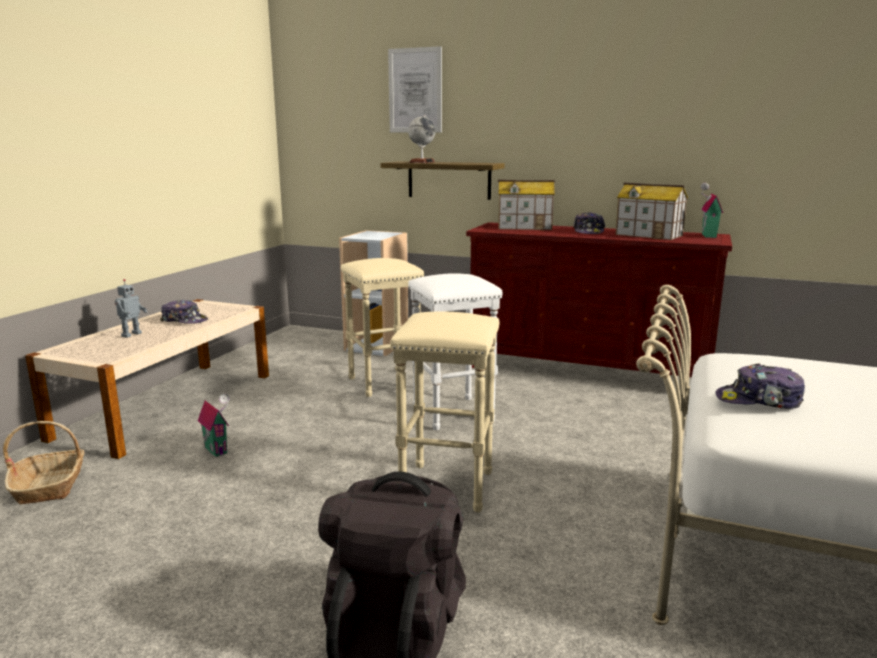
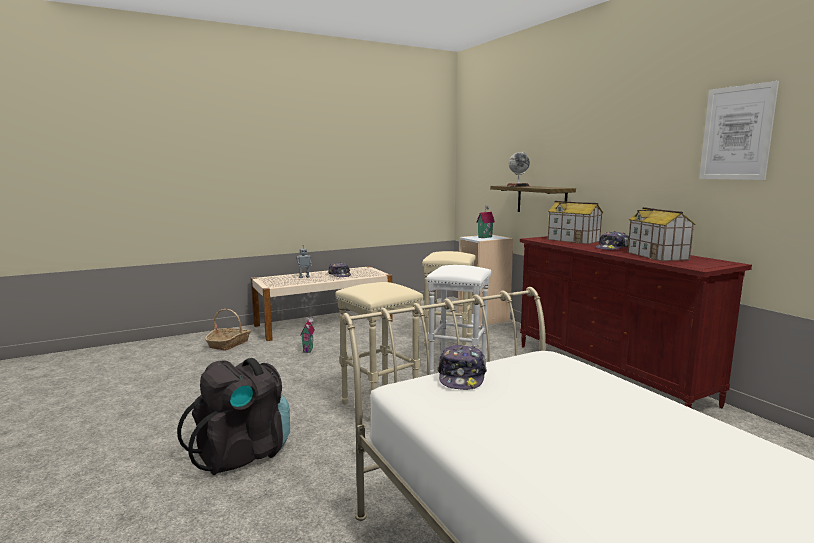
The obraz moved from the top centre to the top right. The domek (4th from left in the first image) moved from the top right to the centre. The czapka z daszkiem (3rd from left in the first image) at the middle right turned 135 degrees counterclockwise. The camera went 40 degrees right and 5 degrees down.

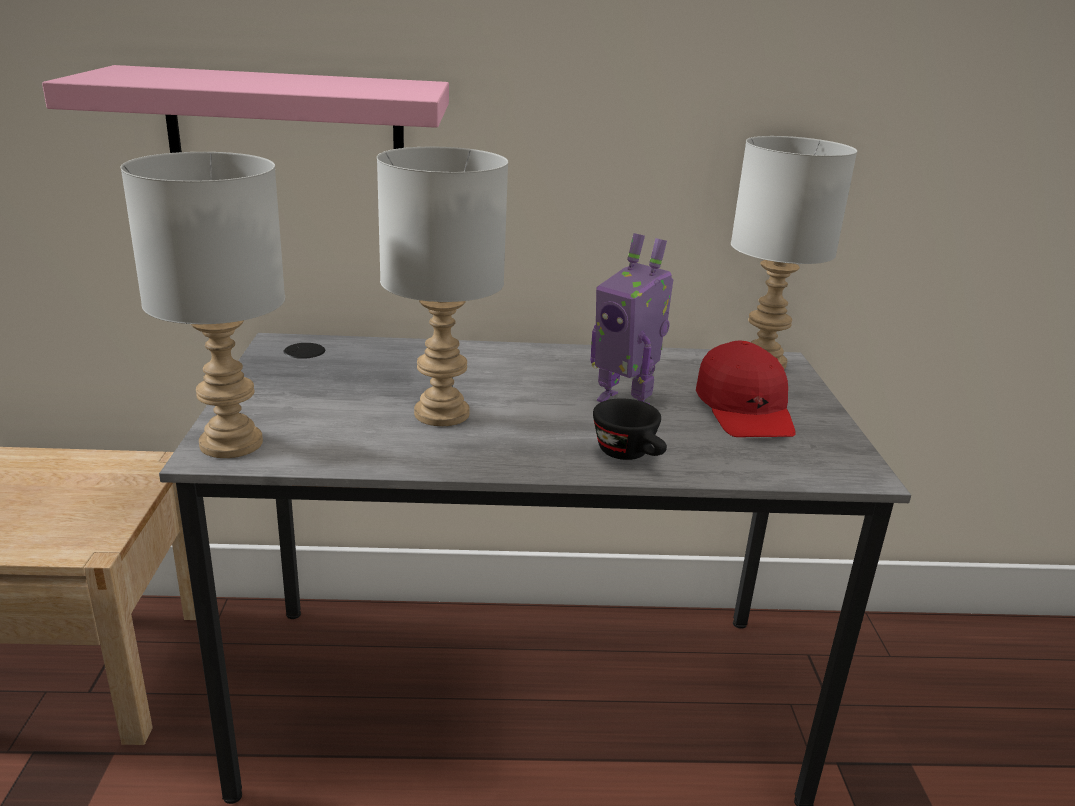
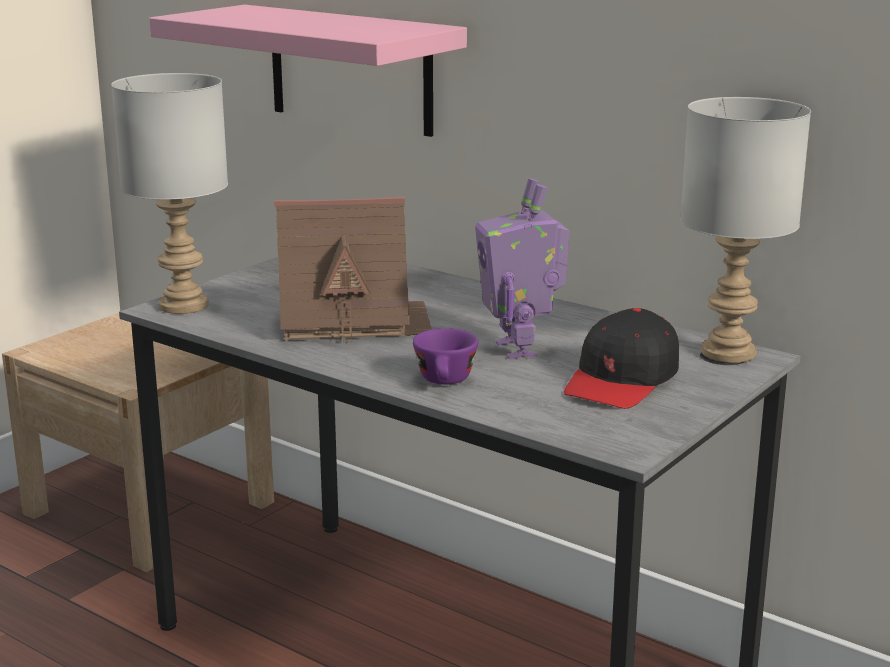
The lampa stołowa [szary] (2nd from left) at the centre was replaced by the domek at the centre. The filiżanka [czarny] at the centre became the filiżanka [fioletowy] at the centre. The czapka z daszkiem [czerwony] at the middle right became the czapka z daszkiem [czarny] at the middle right. The camera went 40 degrees right and 5 degrees down.

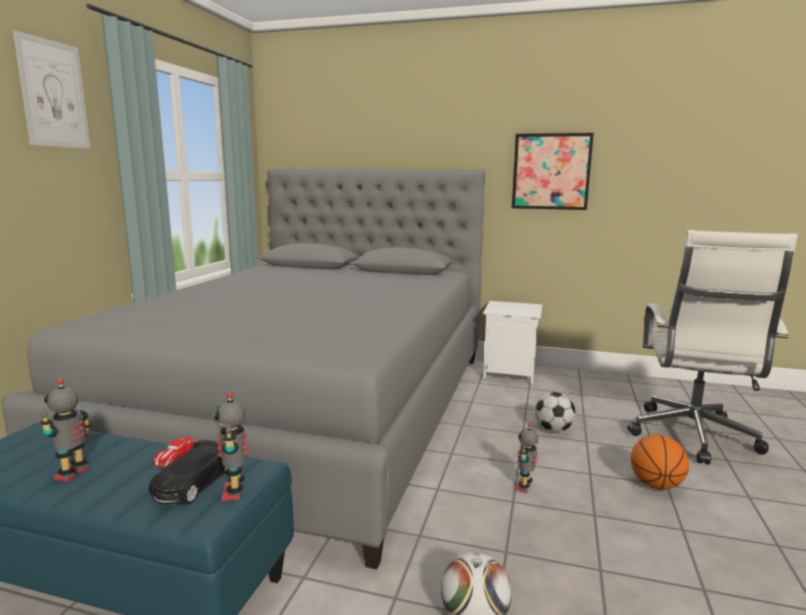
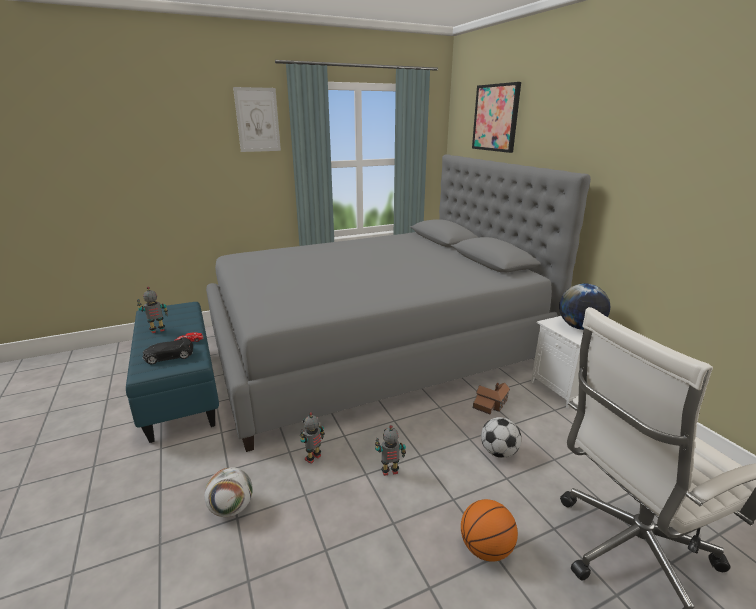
The domek at the centre appeared. The globus at the middle right appeared. The robot zabawkowy (2nd from left) moved from the bottom left to the bottom centre. The obraz (2nd from left) moved from the top right to the top centre. The camera went 50 degrees right and 10 degrees up.

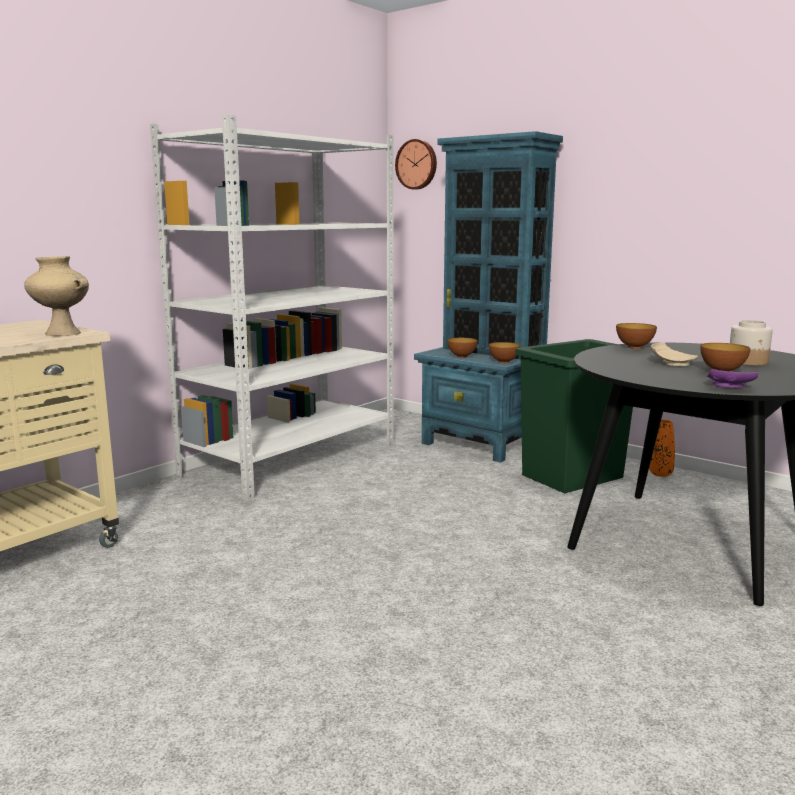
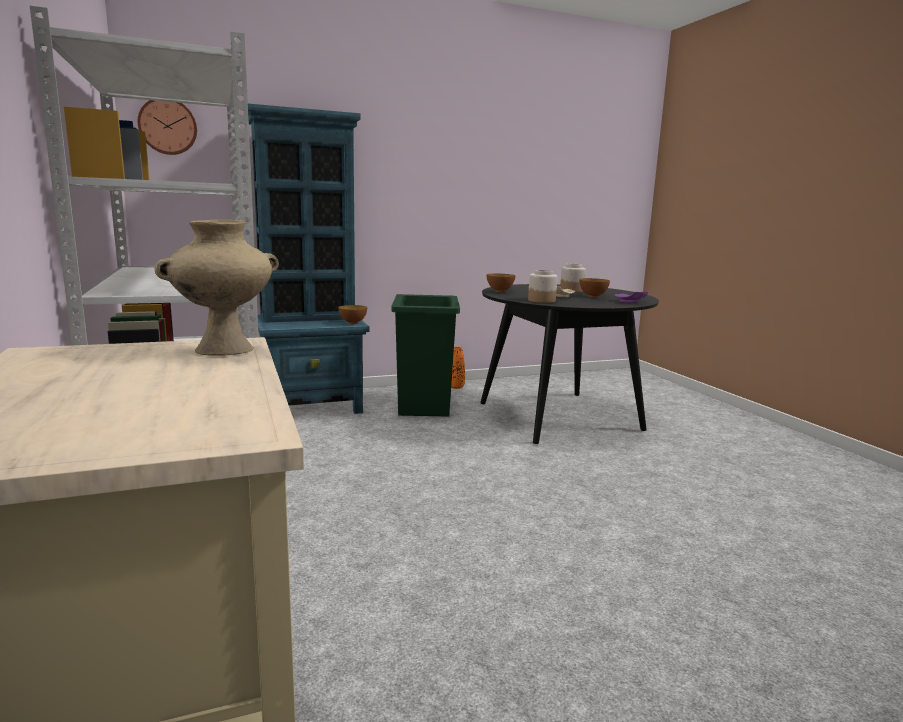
The miska (1st from left) at the centre disappeared. The słoik (1st from left) at the centre appeared. The camera went 60 degrees left and 0 degrees up.

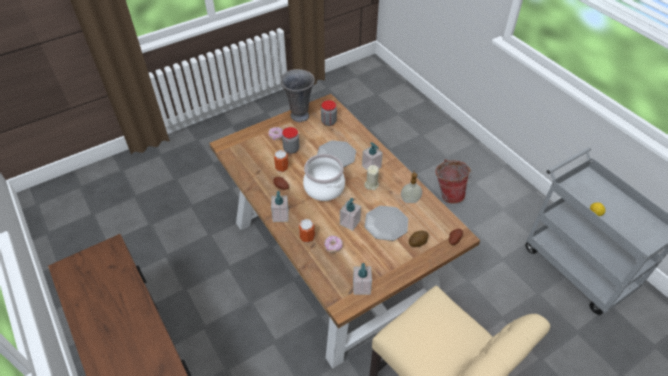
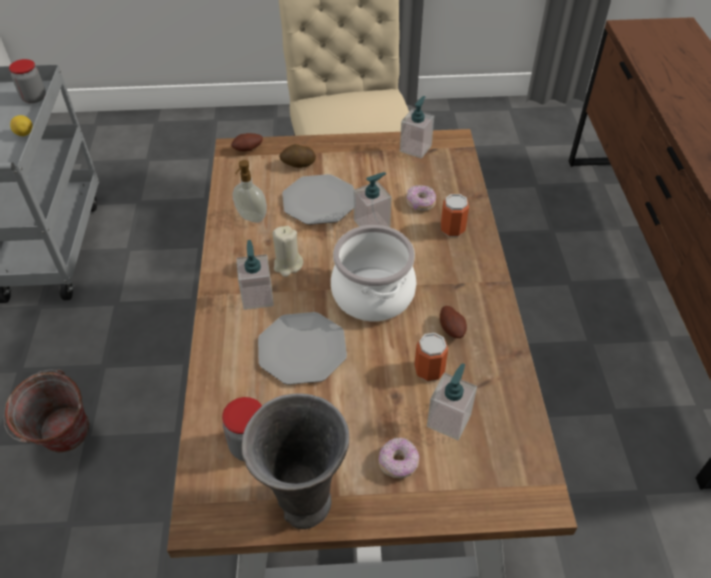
The dozownik mydła (1st from left in the first image) moved from the centre to the bottom centre. The słoik (1st from left) moved from the centre to the top left. The camera went 150 degrees left and 0 degrees up.

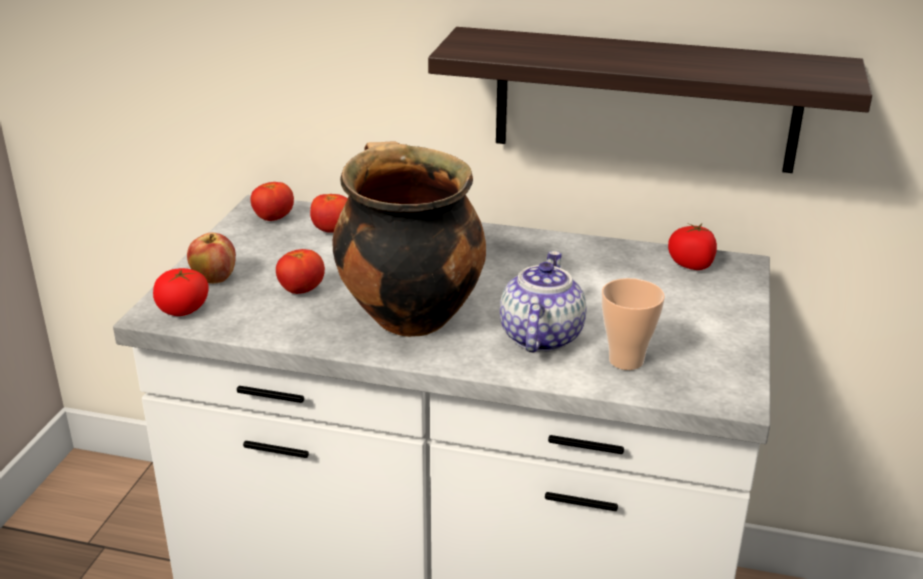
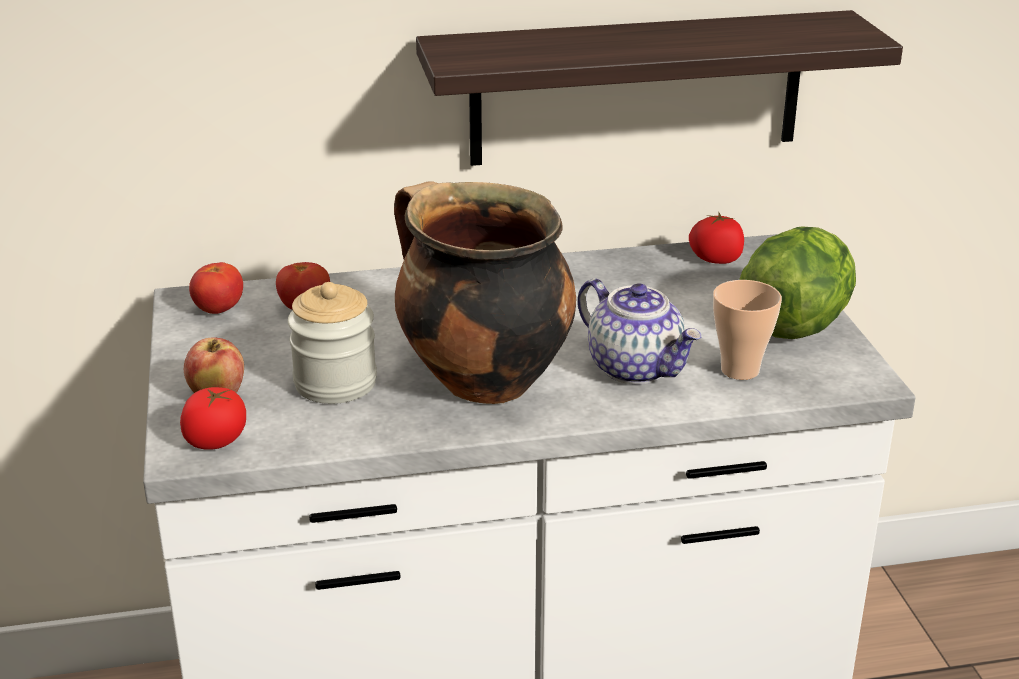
The sałata at the middle right appeared. The pomidor (3rd from left) at the middle left was replaced by the słoik at the middle left. The imbryk at the centre turned 150 degrees clockwise. The camera went 25 degrees left and 0 degrees up.

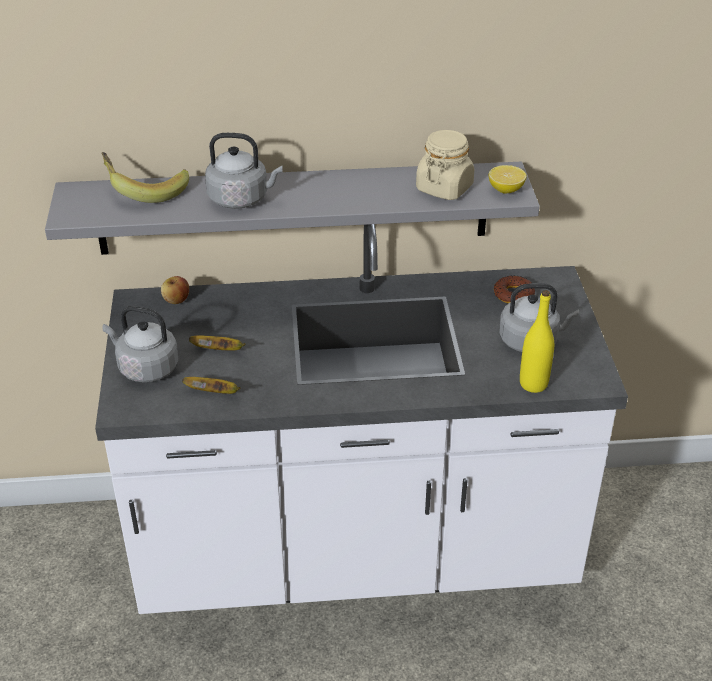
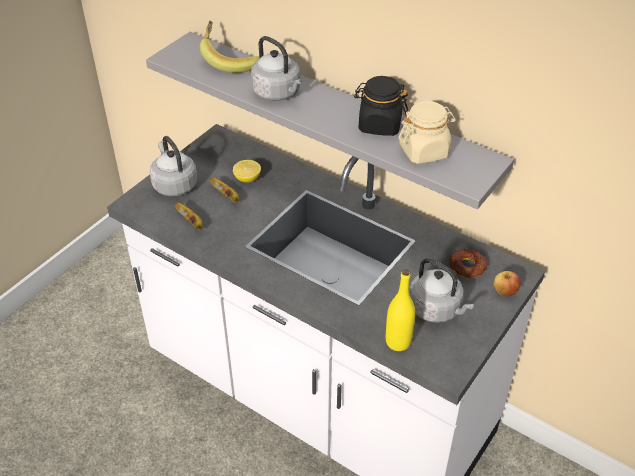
The słoik [czarny] at the top centre appeared. The jabłko moved from the middle left to the middle right. The cytryna moved from the top right to the centre. The camera went 40 degrees right and 5 degrees up.

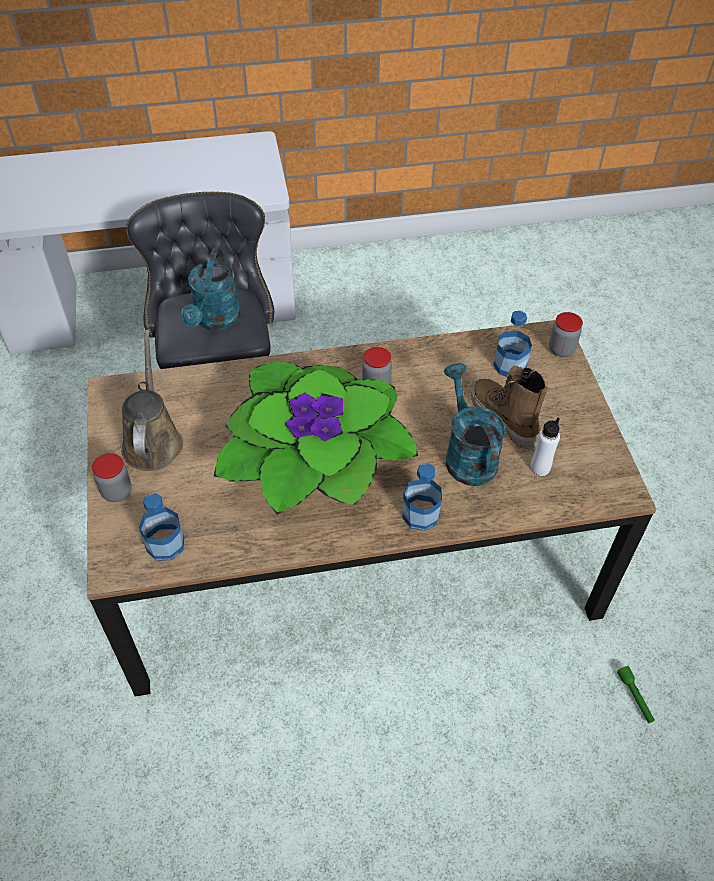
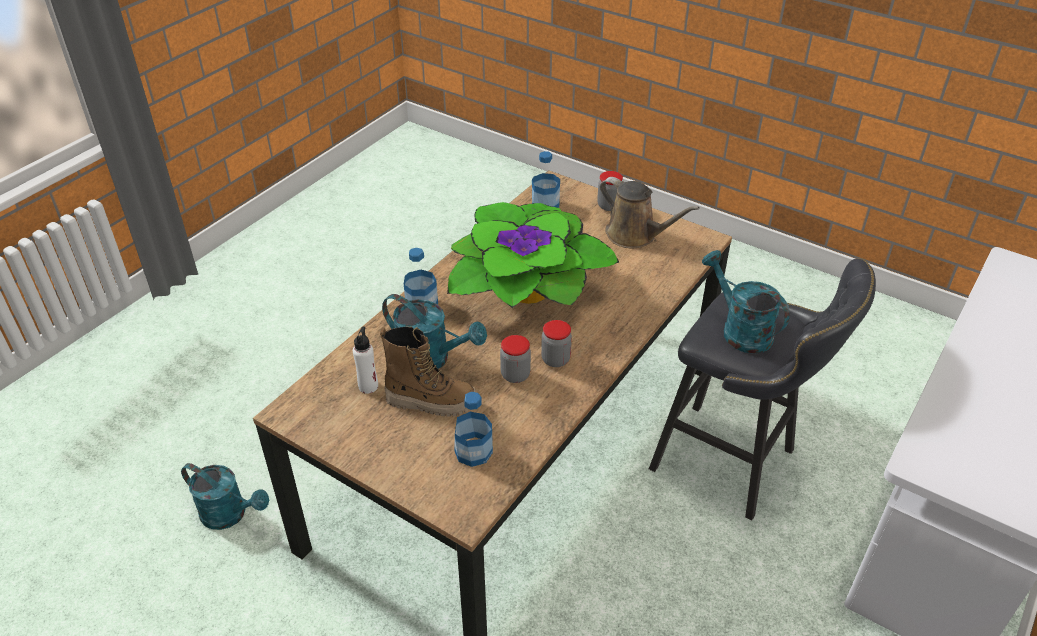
The słoik (3rd from left in the first image) moved from the middle right to the centre. The latarka [zielony] at the bottom right was replaced by the konewka [turkusowy] (1st from left) at the bottom left. The camera went 135 degrees right and 10 degrees down.

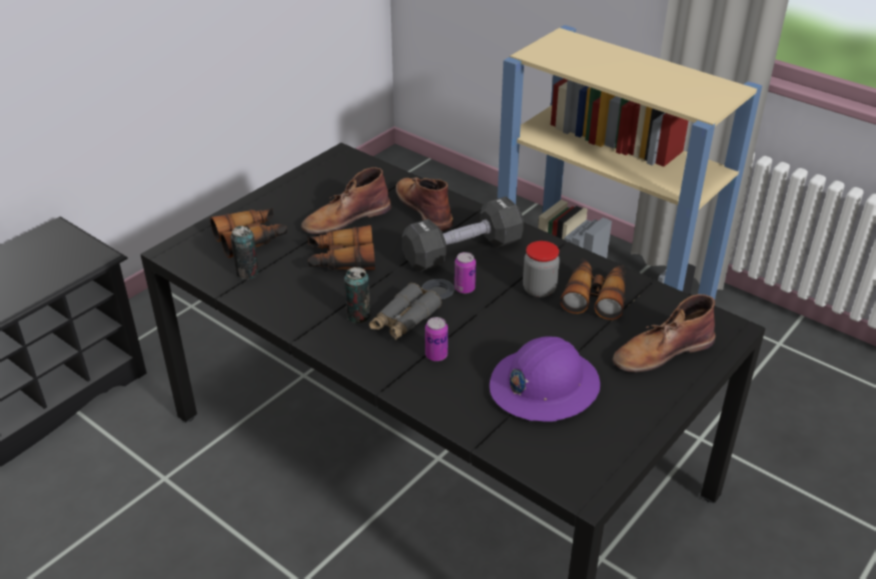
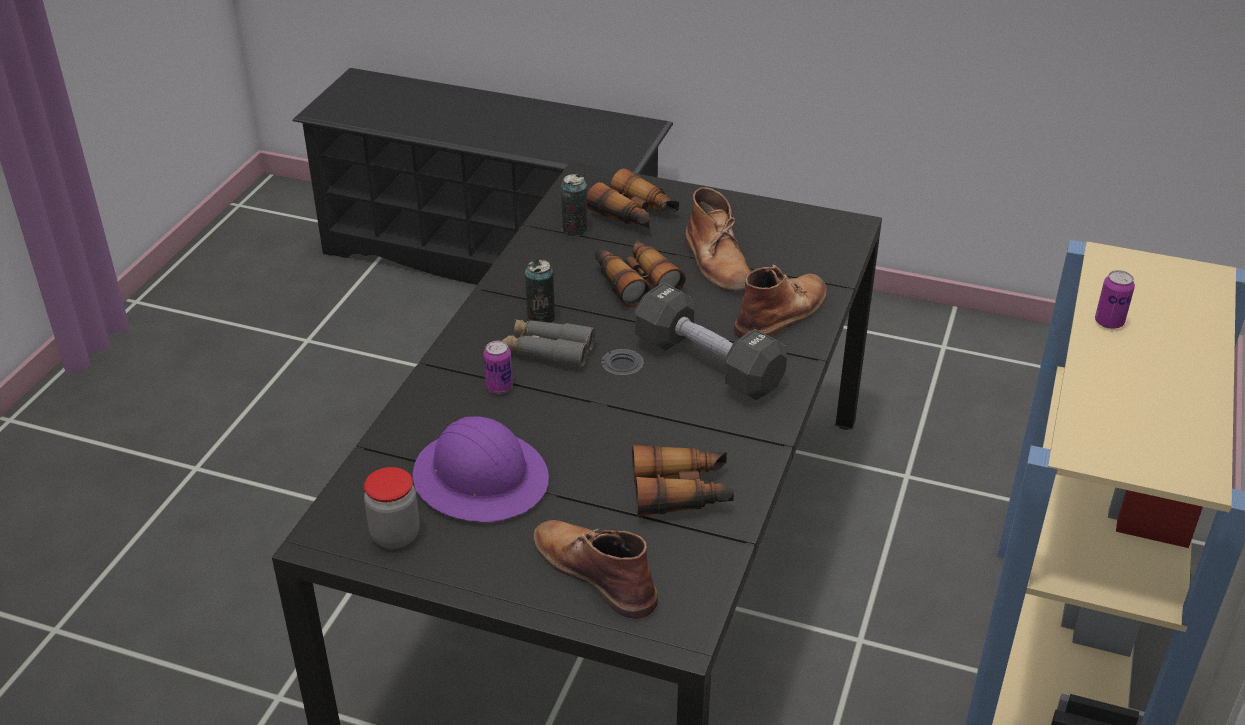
The puszka (4th from left) moved from the centre to the middle right. The słoik moved from the centre to the bottom left. The but z cholewką [brązowy] (1st from left in the first image) at the centre turned 150 degrees counterclockwise. The camera went 70 degrees right and 0 degrees up.

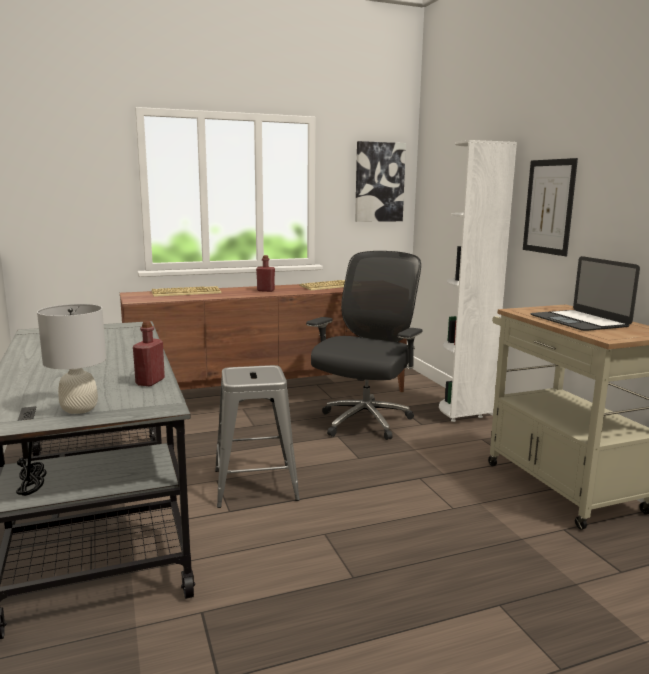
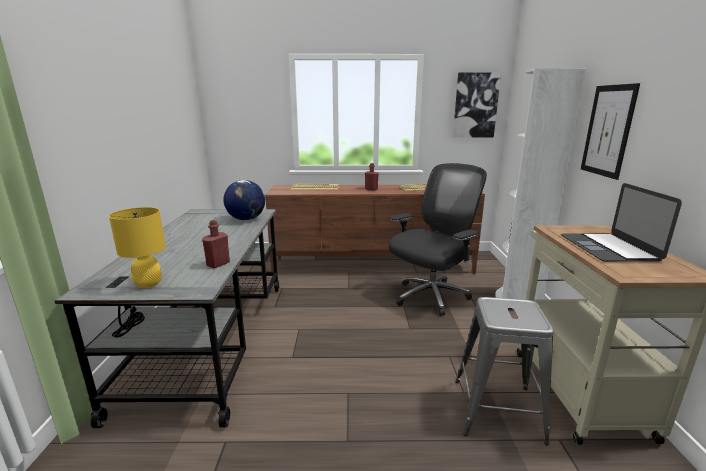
The globus at the centre appeared. The stołek [szary] moved from the centre to the bottom right. The lampa stołowa [szary] at the middle left became the lampa stołowa [żółty] at the middle left. The camera went 20 degrees right and 5 degrees up.

